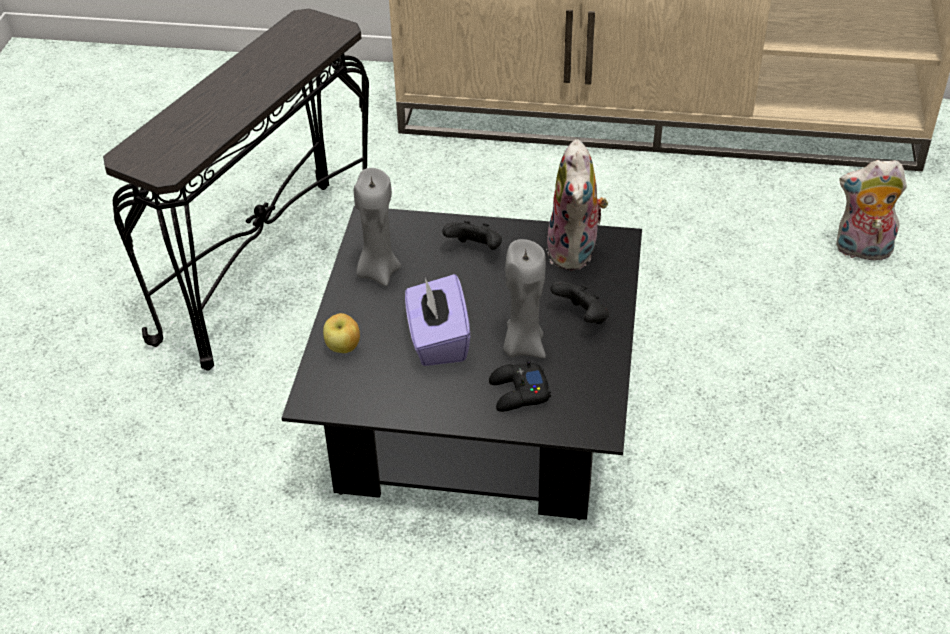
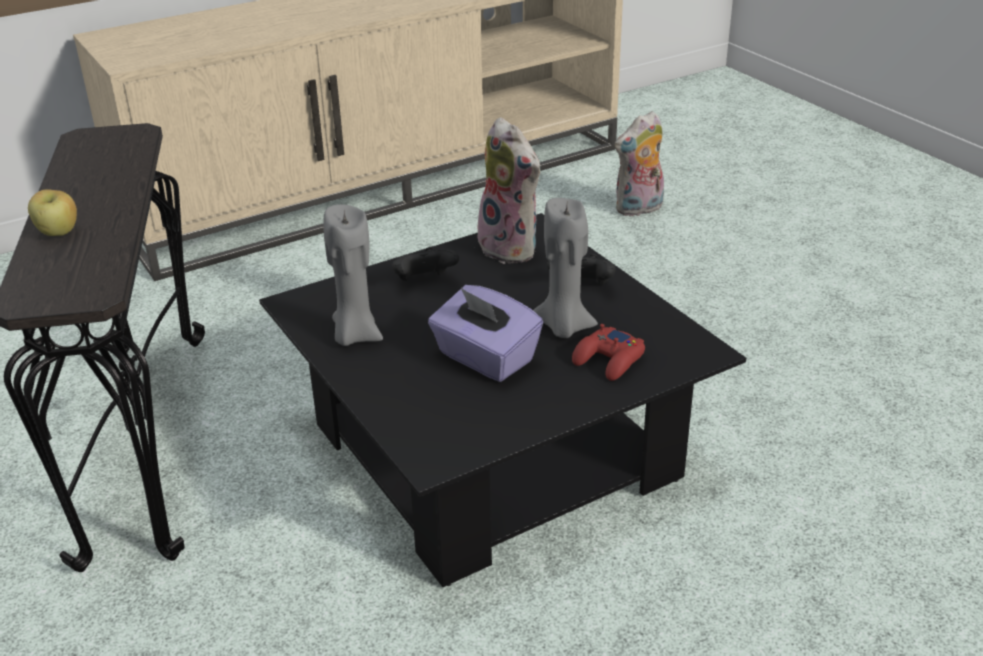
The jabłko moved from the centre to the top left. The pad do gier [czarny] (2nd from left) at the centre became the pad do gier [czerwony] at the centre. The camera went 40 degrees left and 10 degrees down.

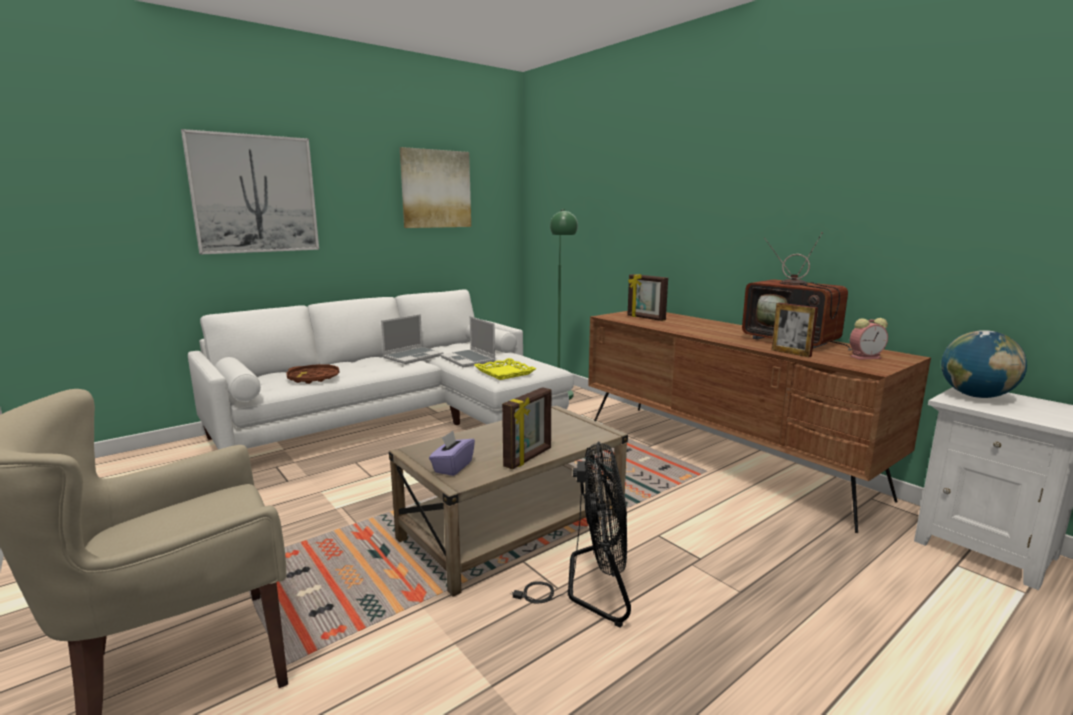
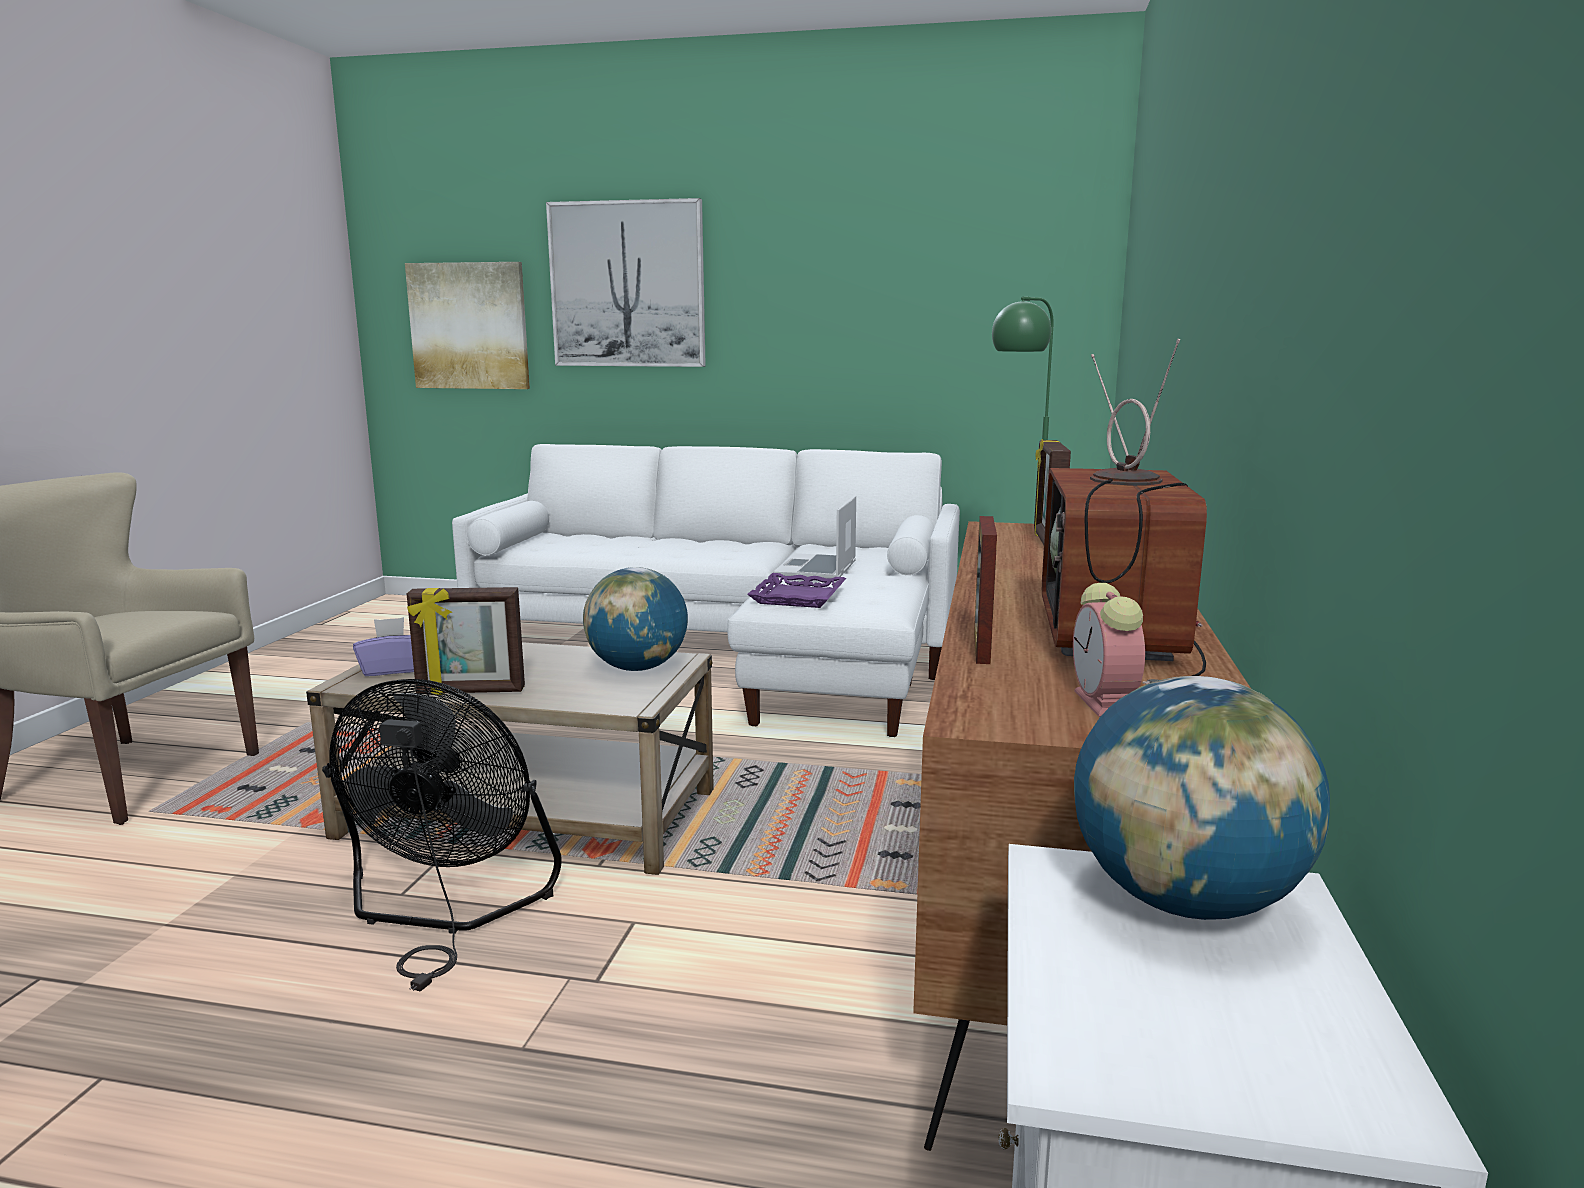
The taca [brązowy] at the middle left disappeared. The laptop (1st from left) at the centre disappeared. The globus (1st from left) at the centre appeared. The obraz (2nd from left in the first image) moved from the top centre to the top left. The taca [żółty] at the centre became the taca [fioletowy] at the centre. The wentylator [czarny] at the bottom centre turned 135 degrees counterclockwise. The budzik at the middle right turned 45 degrees clockwise. The camera went 50 degrees right and 0 degrees up.

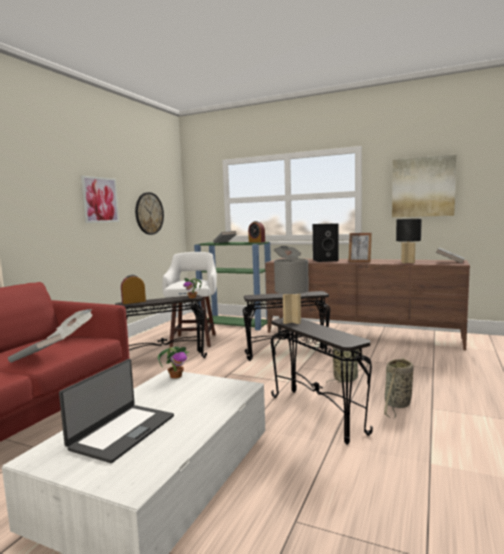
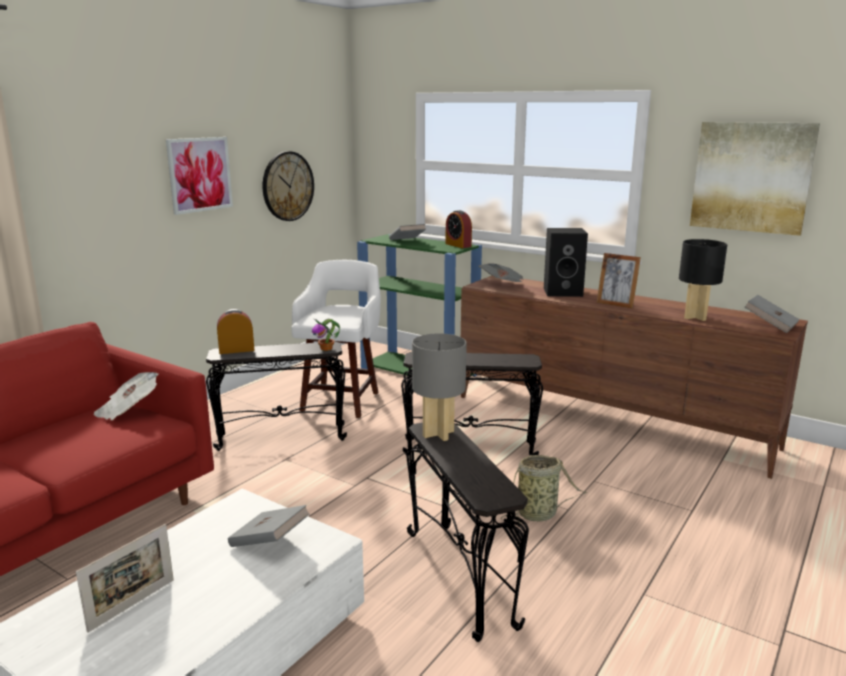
The roślina doniczkowa (1st from left) at the centre disappeared. The koszyk (2nd from left) at the bottom right disappeared. The książka [szary] (1st from left) moved from the middle left to the bottom left. The laptop at the bottom left was replaced by the ramka na zdjęcie (1st from left) at the bottom left. The camera went 10 degrees right and 10 degrees up.

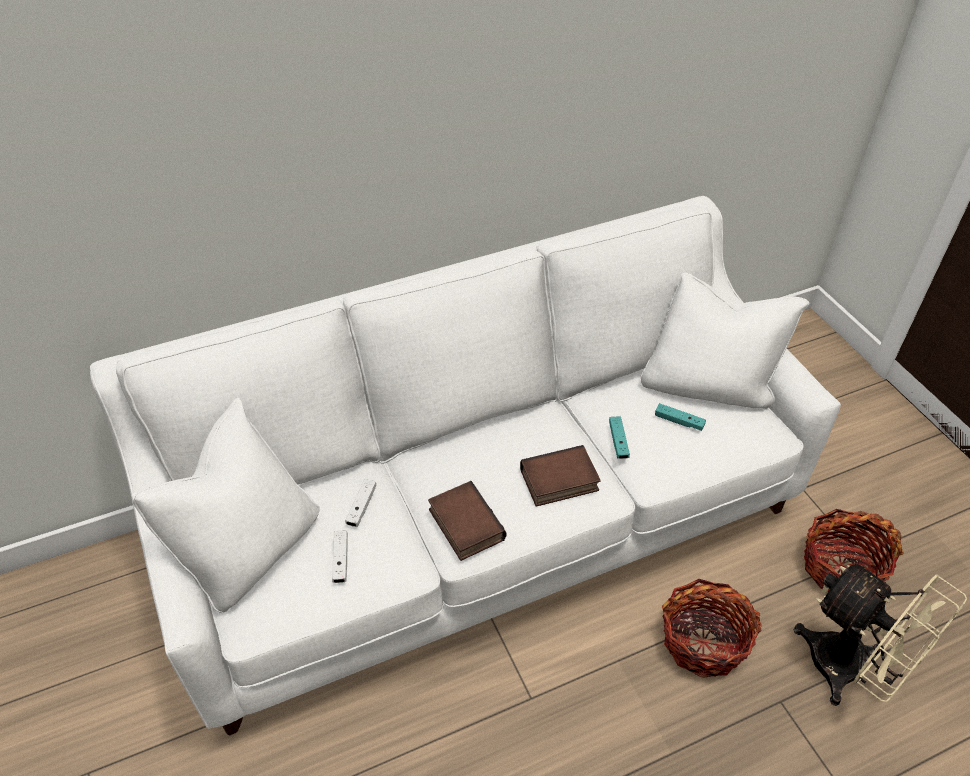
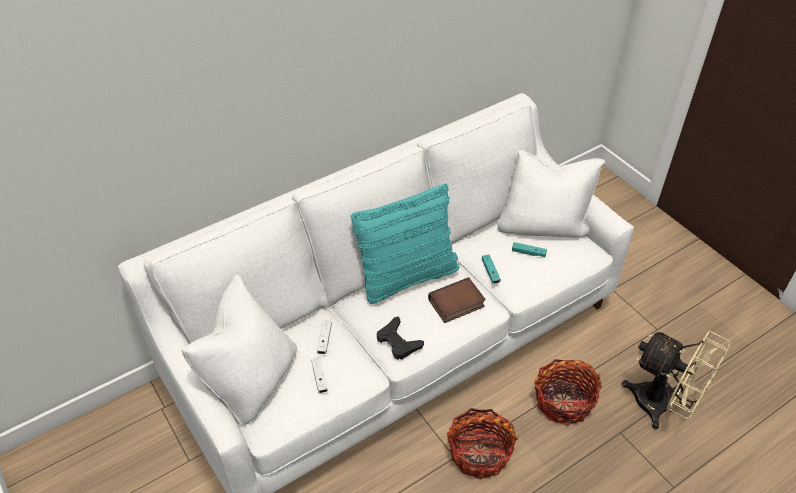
The poduszka [turkusowy] at the centre appeared. The koszyk (2nd from left in the first image) moved from the bottom right to the bottom centre. The książka (1st from left) at the bottom centre was replaced by the pad do gier [czarny] at the bottom centre. The camera went 10 degrees left and 0 degrees up.

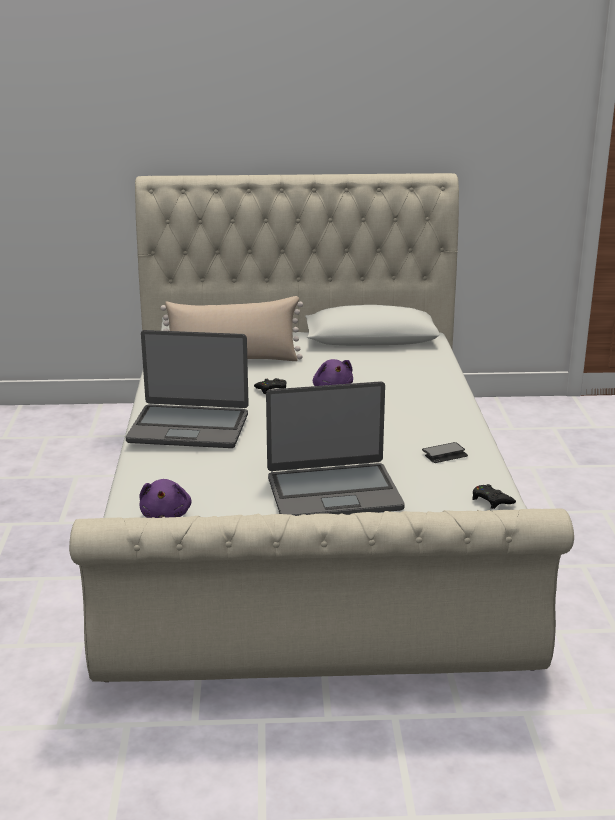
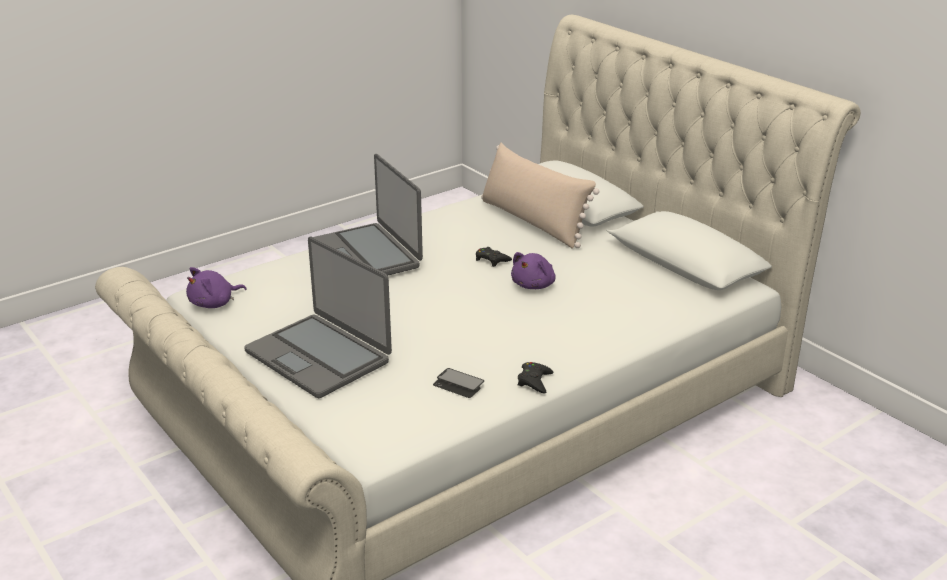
The pad do gier [czarny] (2nd from left) moved from the middle right to the centre. The camera went 55 degrees right and 5 degrees up.

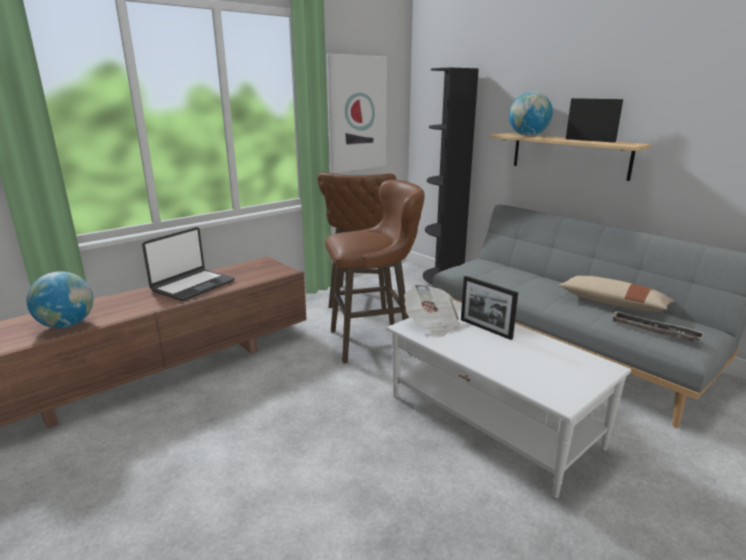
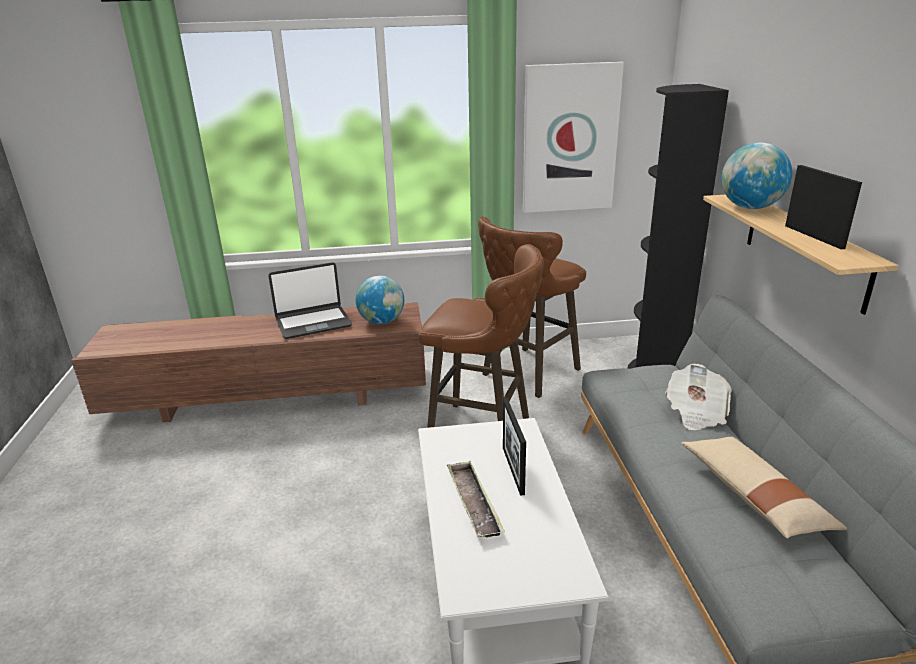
The globus (1st from left) moved from the middle left to the centre. The gazeta moved from the centre to the middle right. The taca moved from the middle right to the bottom centre. The camera went 35 degrees right and 5 degrees up.

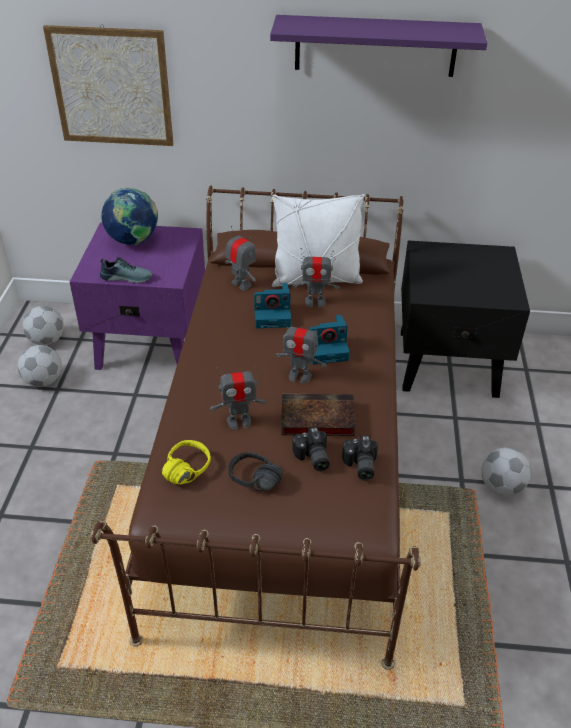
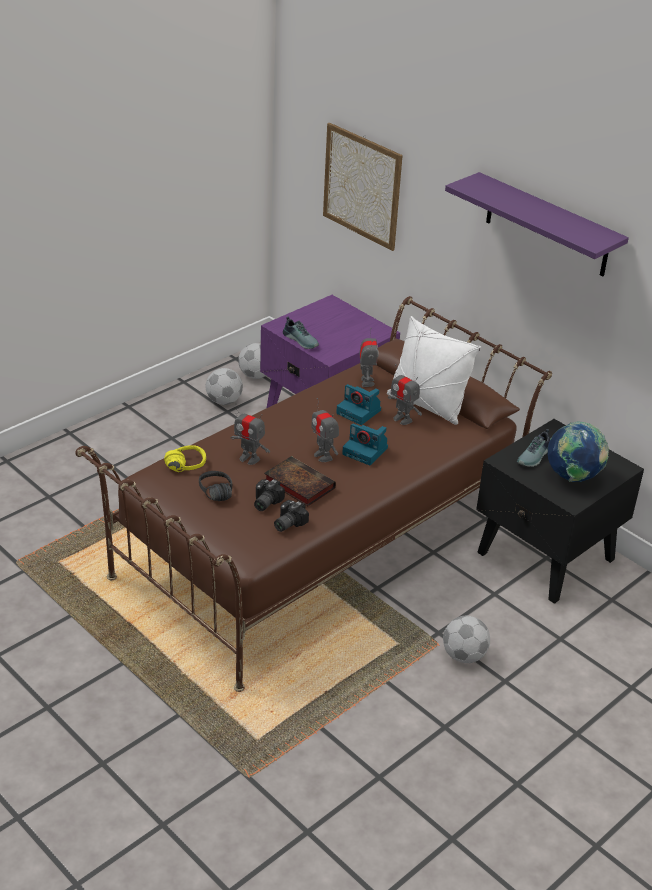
The but (2nd from left) at the middle right appeared. The globus moved from the top left to the middle right. The camera went 40 degrees right and 5 degrees down.

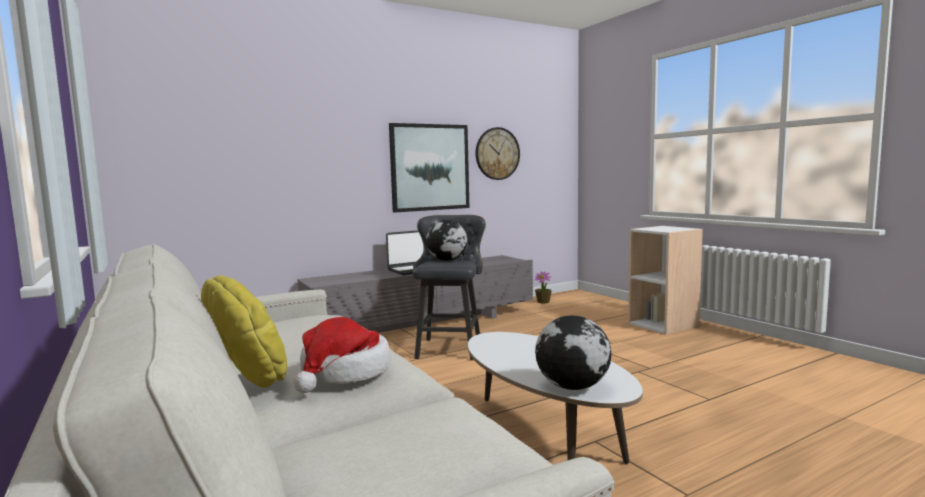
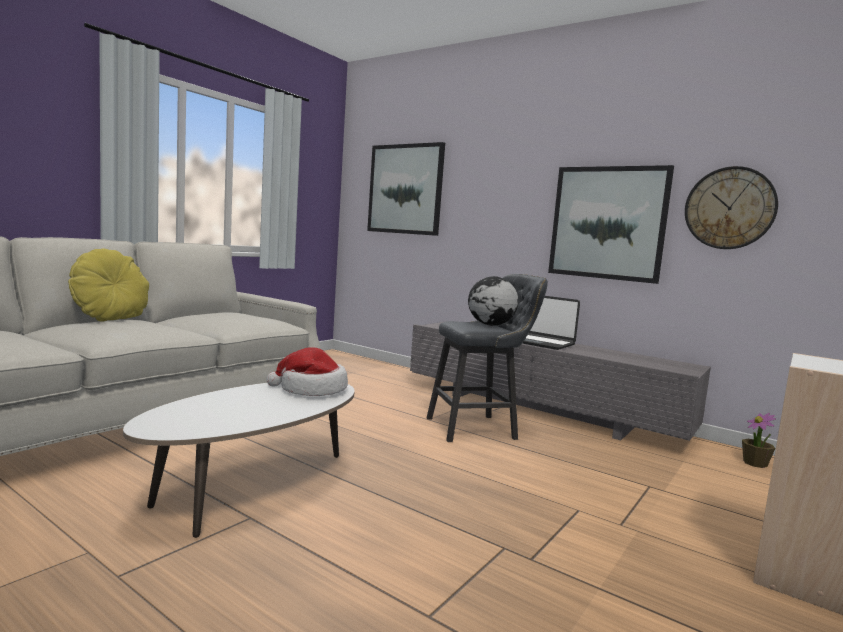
The globus (2nd from left) at the bottom centre disappeared. The obraz (1st from left) at the top centre appeared. The kapelusz moved from the bottom centre to the centre. The camera went 65 degrees right and 0 degrees up.

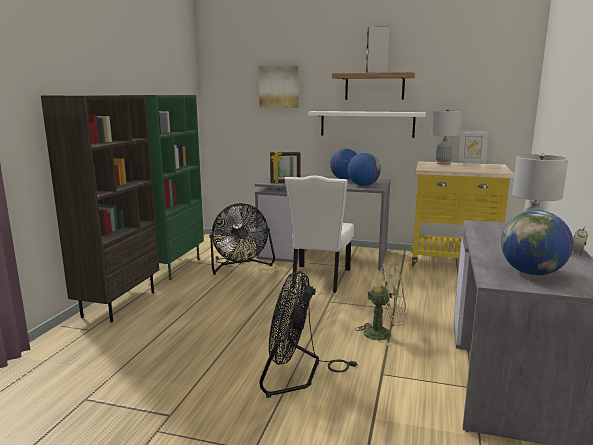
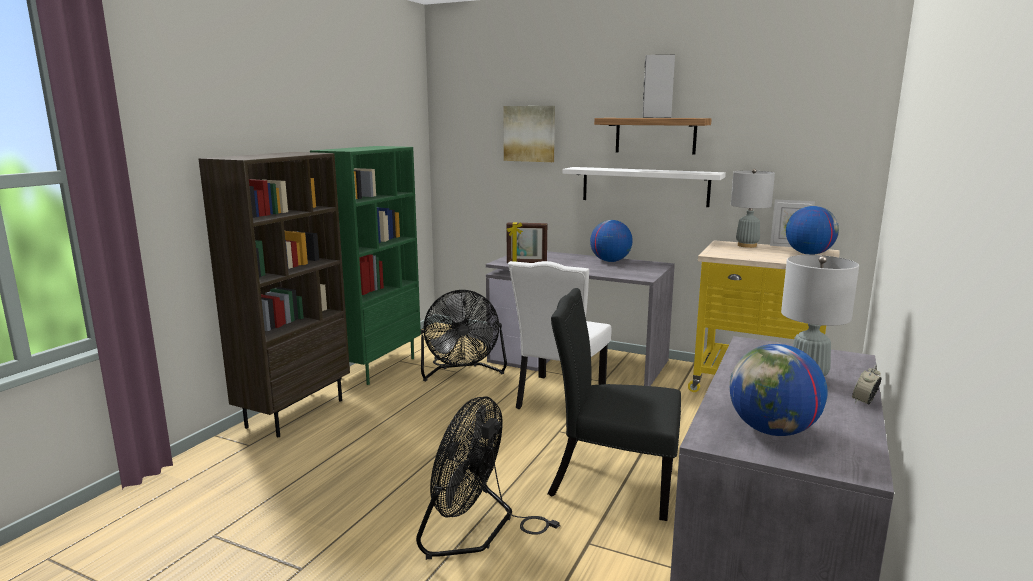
The globus (2nd from left in the first image) moved from the centre to the middle right. The wentylator [zielony] at the bottom centre was replaced by the krzesło [czarny] at the bottom centre. The camera went 10 degrees right and 0 degrees up.

